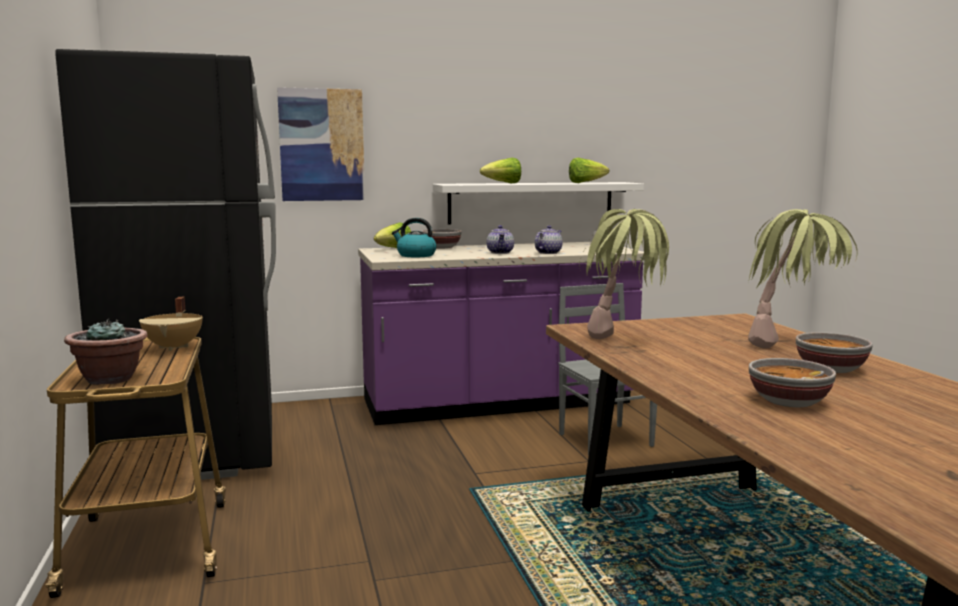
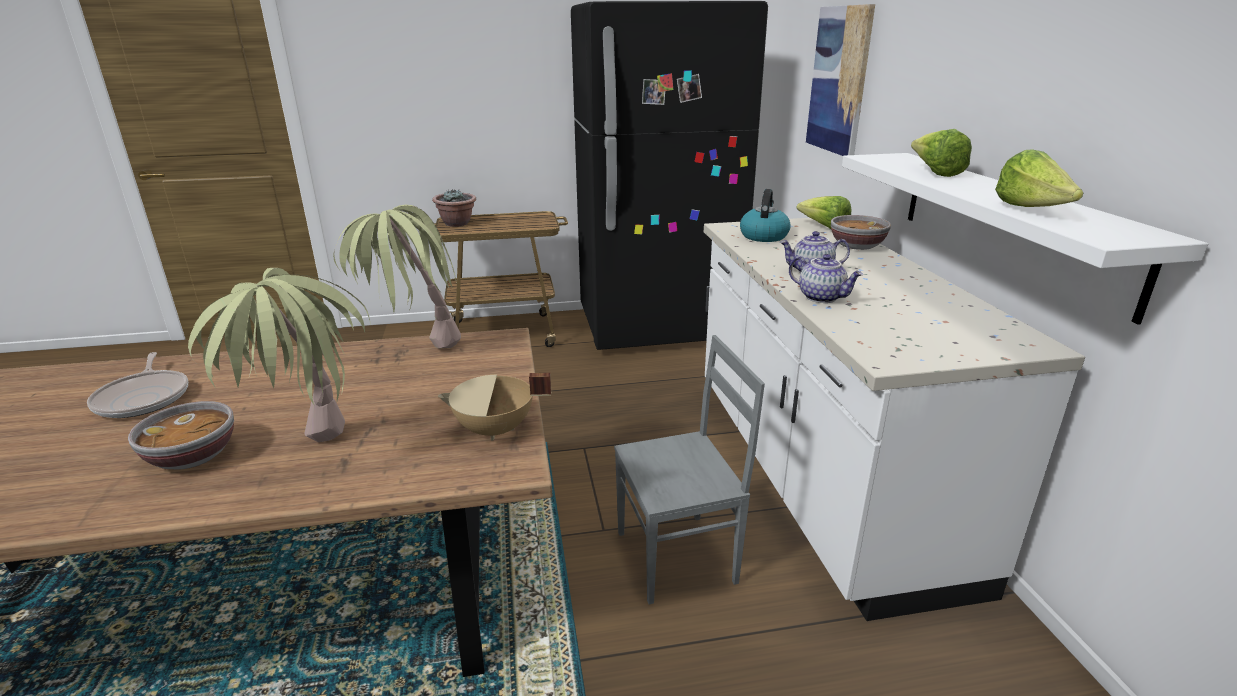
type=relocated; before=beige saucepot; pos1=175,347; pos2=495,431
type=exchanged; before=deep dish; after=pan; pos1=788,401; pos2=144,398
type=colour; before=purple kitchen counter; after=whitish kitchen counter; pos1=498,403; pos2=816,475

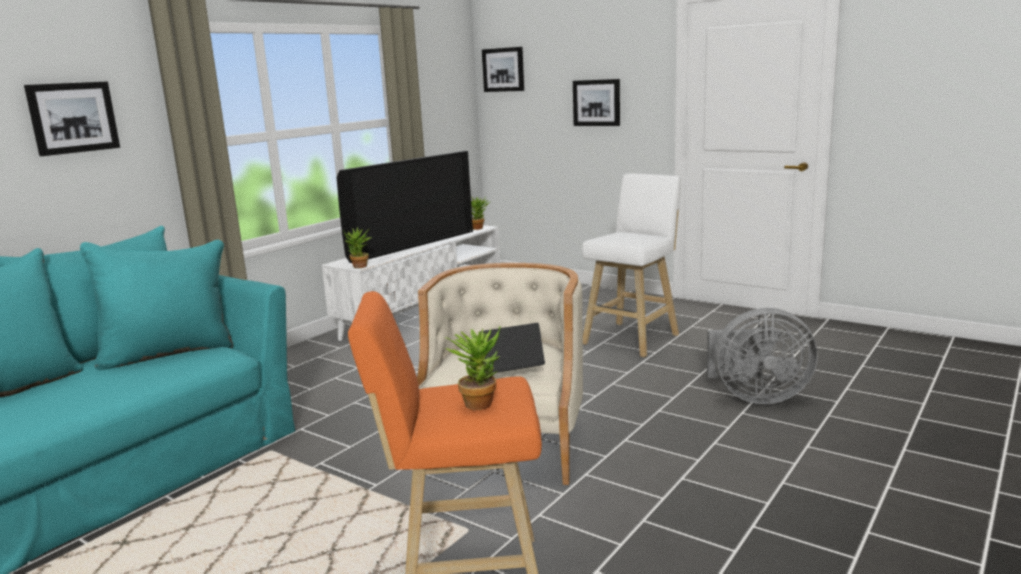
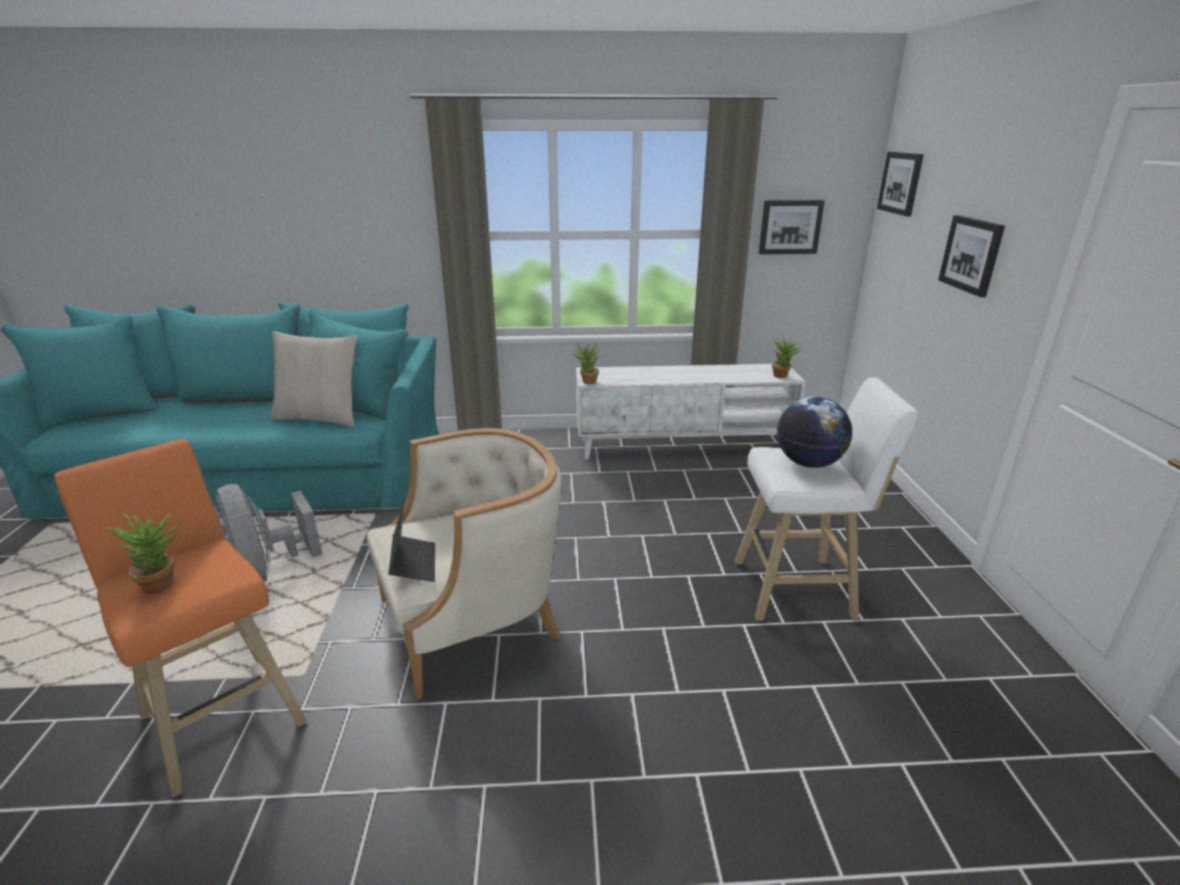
type=missing; before=TV set; pos1=411,245
type=appeared; after=beige pillow; pos2=320,417
type=appeared; after=globe; pos2=809,463
type=relocated; before=wall picture; pos1=73,117; pos2=790,227
type=relocated; before=grey fan; pos1=755,396; pos2=267,571
type=spun; before=laptop; pos1=510,375; pos2=413,564; turn=45

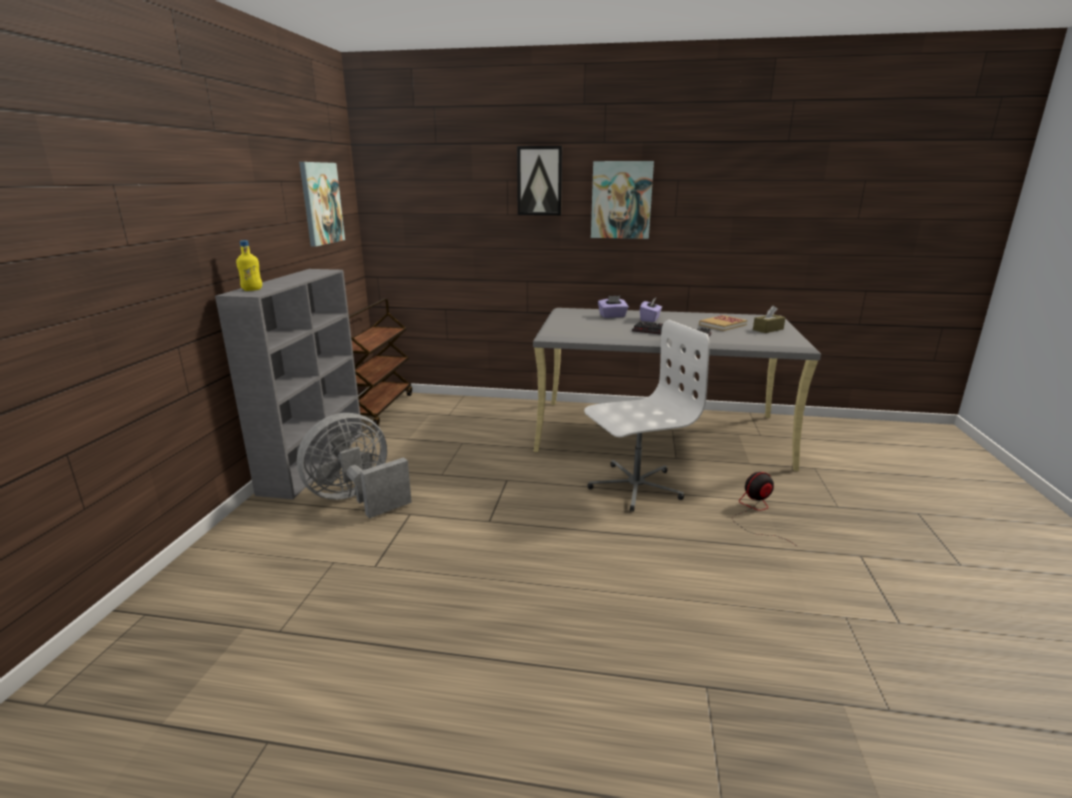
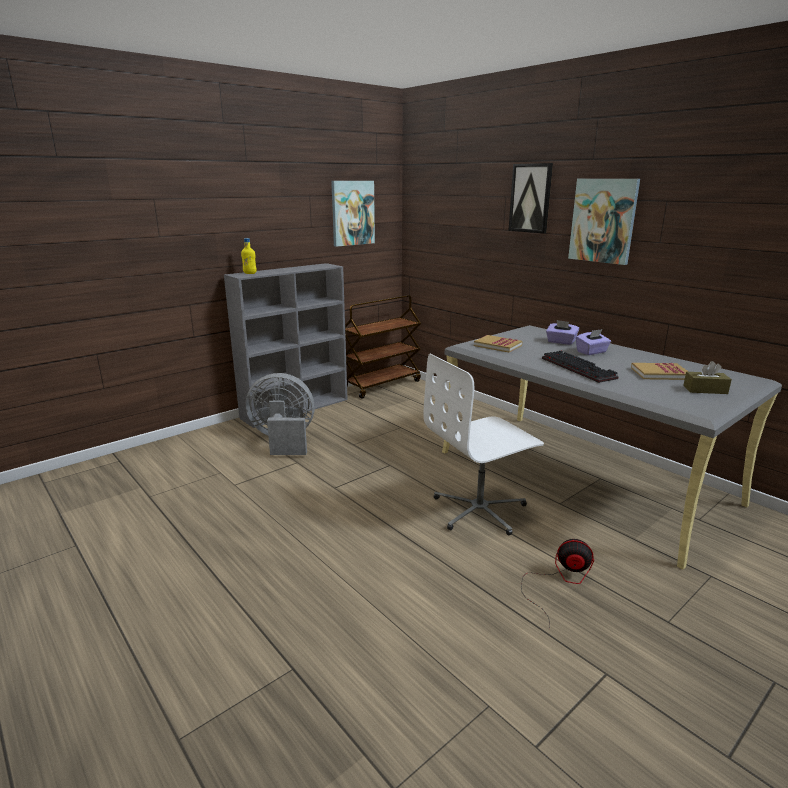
type=appeared; after=bound book; pos2=497,345
type=spun; before=whitish computer chair; pos1=634,486; pos2=480,510; turn=135

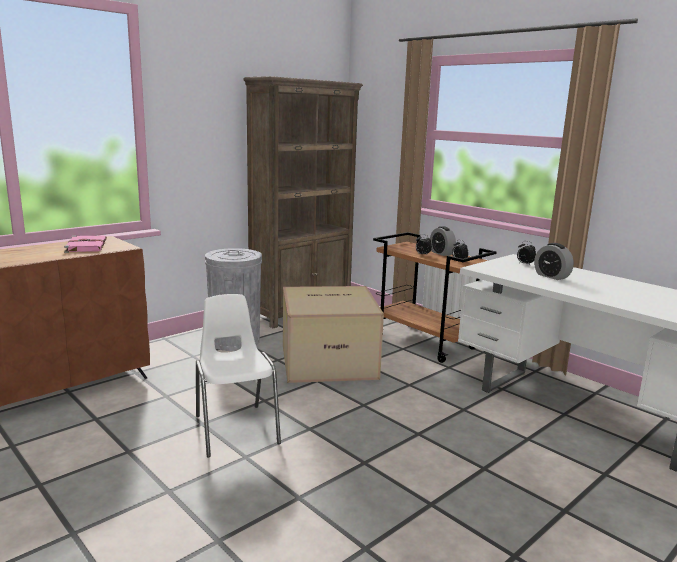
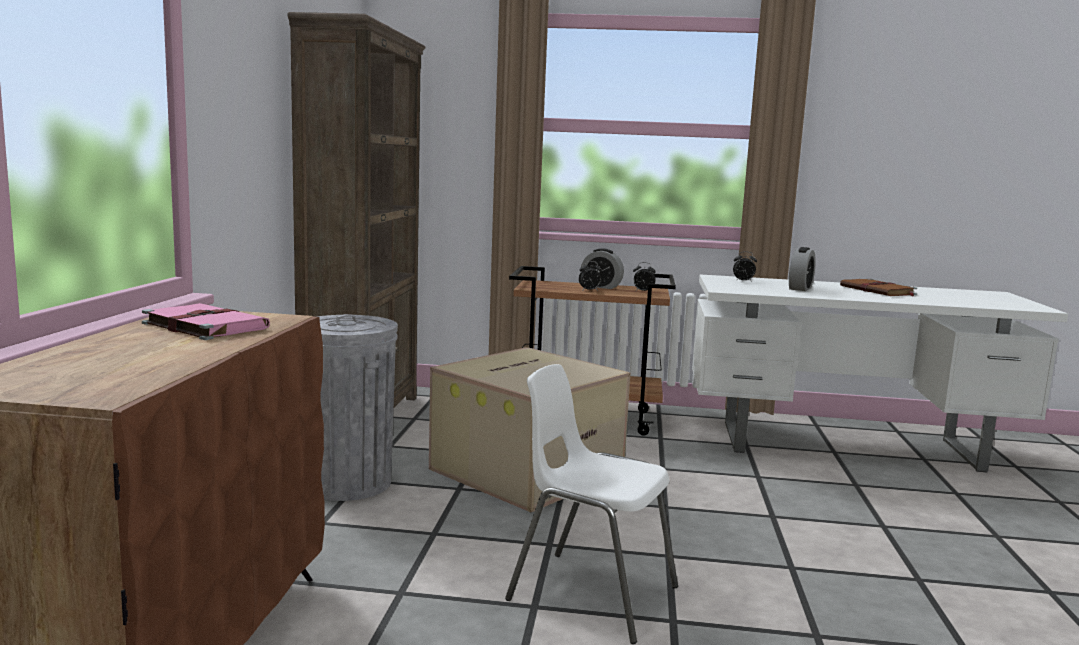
type=appeared; after=brown bound book; pos2=878,291
type=spun; before=table clock; pos1=551,276; pos2=800,288; turn=-75

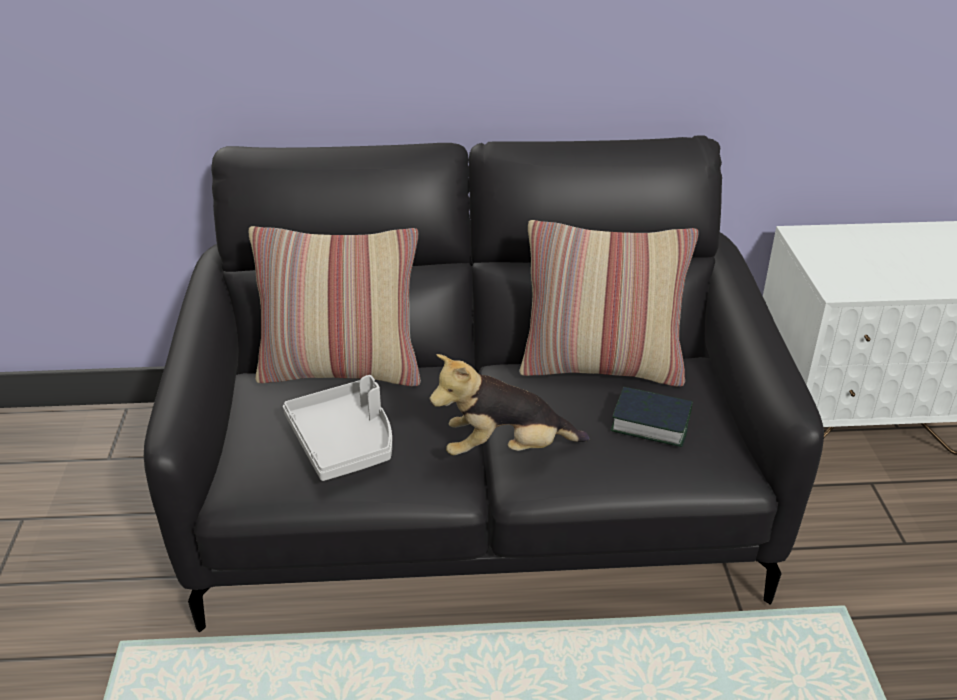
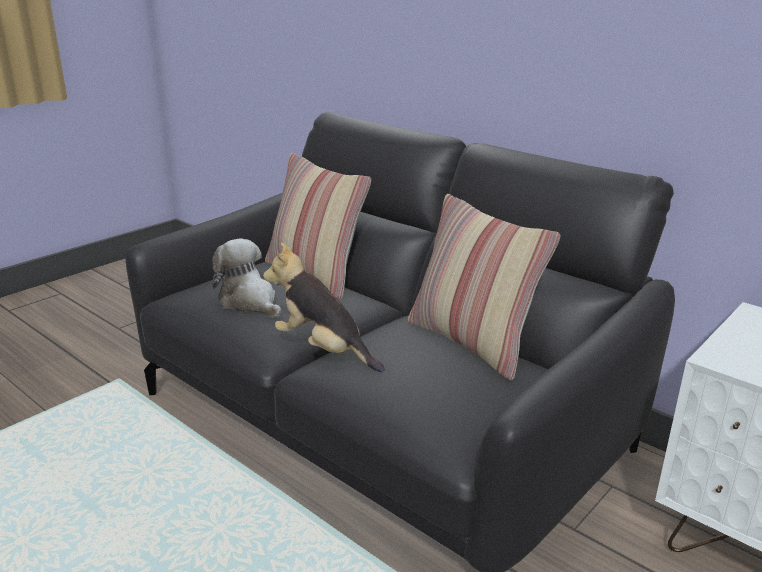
type=missing; before=bound book; pos1=650,423
type=exchanged; before=grey serving tray; after=plush toy; pos1=344,442; pos2=249,302

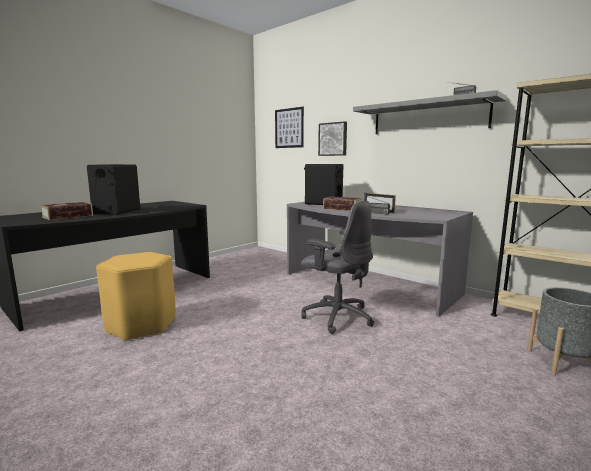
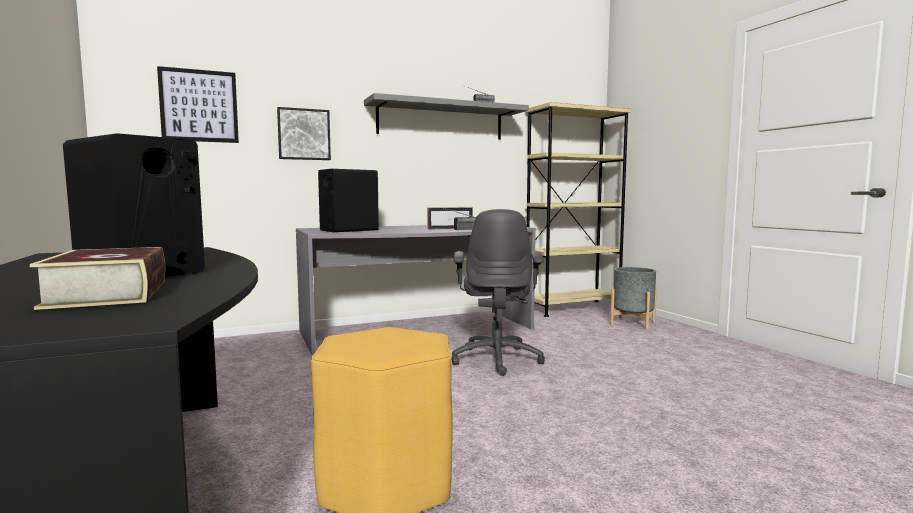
type=missing; before=bound book; pos1=342,208
type=spun; before=grey computer chair; pos1=337,317; pos2=497,359; turn=120

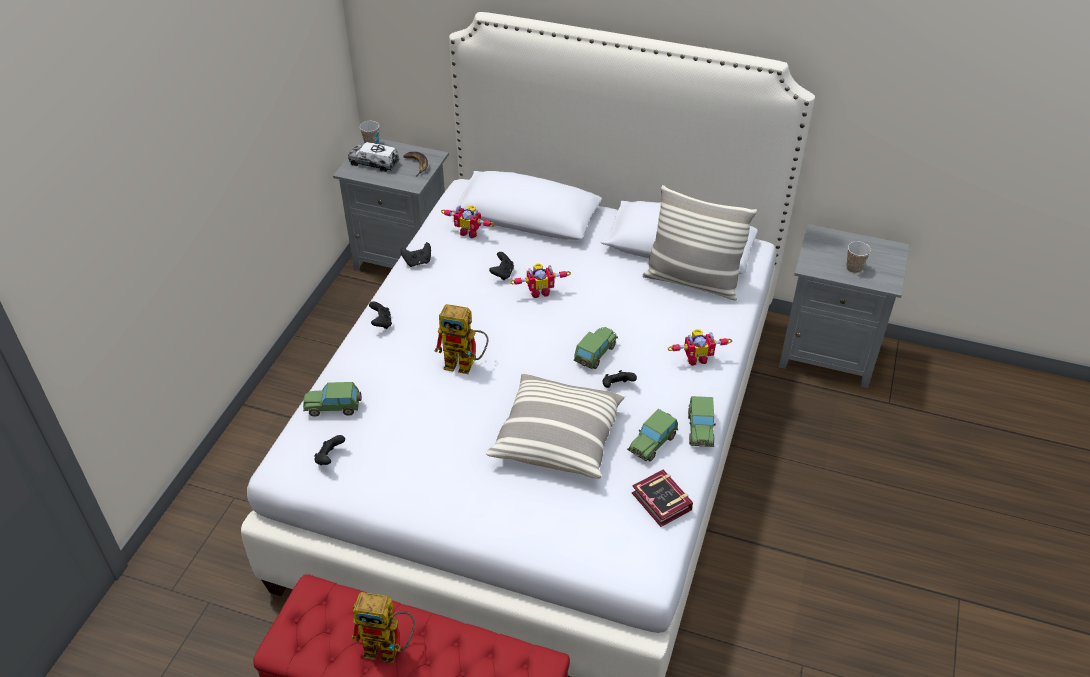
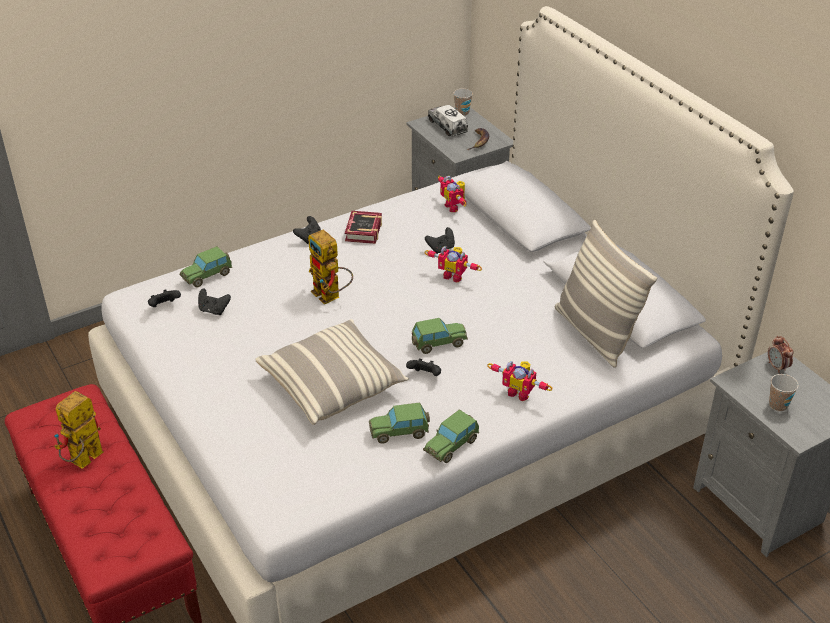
type=appeared; after=table clock; pos2=777,367
type=relocated; before=black-coloured game controller; pos1=418,262; pos2=213,310
type=relocated; before=bound book; pos1=661,504; pos2=362,232
type=spun; before=model car; pos1=334,407; pos2=207,275; turn=-75
type=spun; before=robot figure; pos1=390,648; pos2=83,462; turn=75

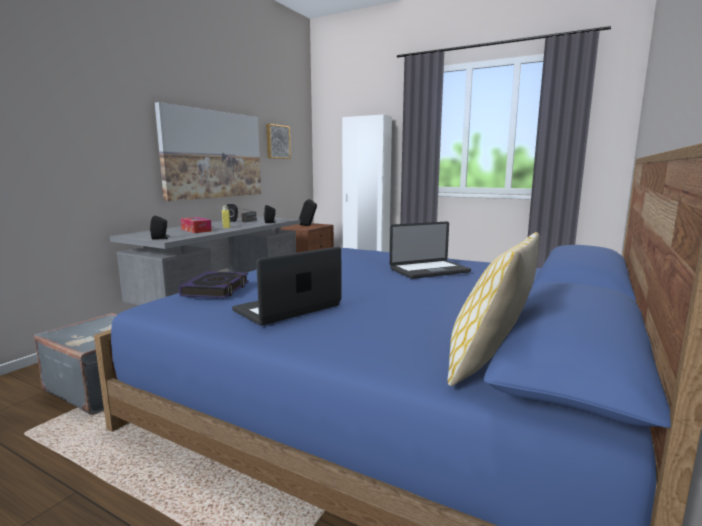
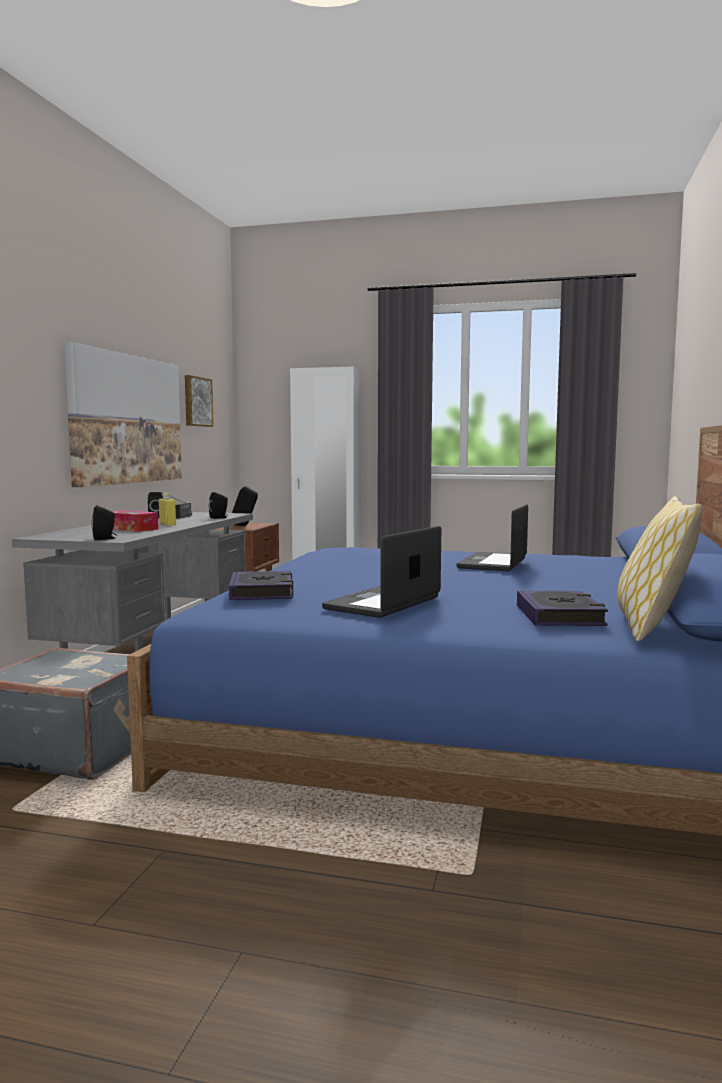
type=appeared; after=bound book; pos2=559,616
type=spun; before=laptop; pos1=429,271; pos2=493,563; turn=150

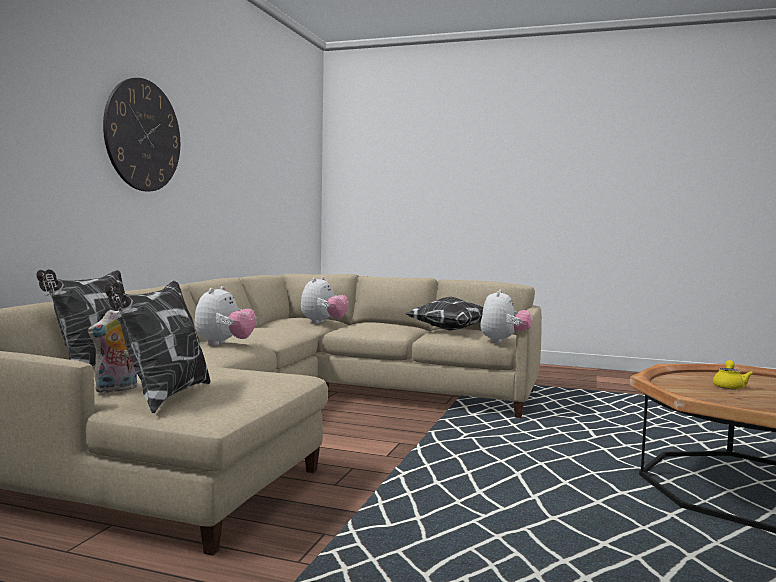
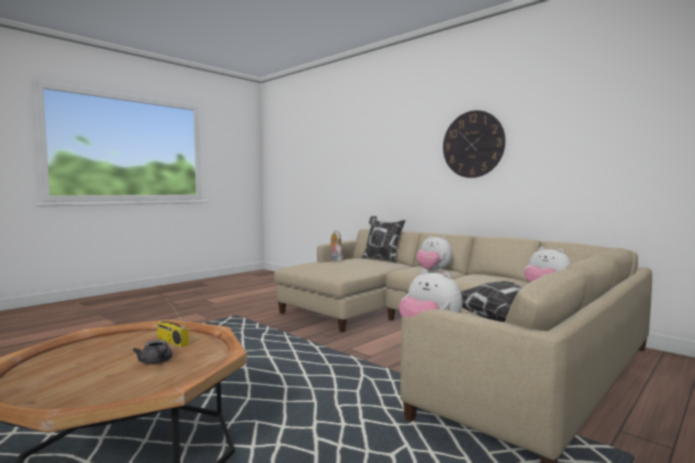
type=missing; before=pillow; pos1=163,397
type=appeared; after=radio set; pos2=171,341
type=colour; before=yellow pot for tea; after=grey pot for tea; pos1=729,386; pos2=156,362

